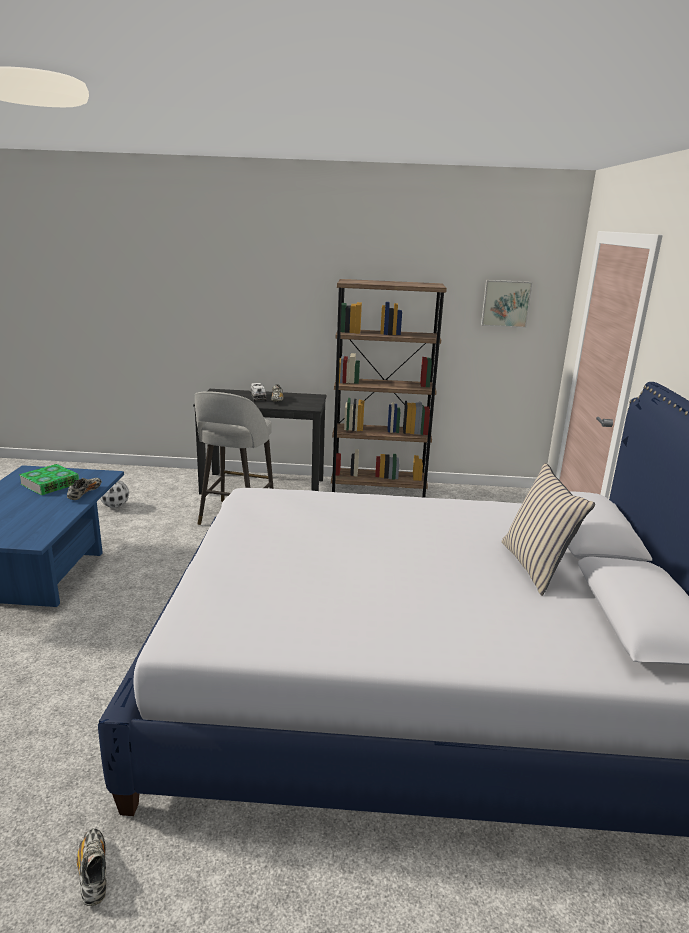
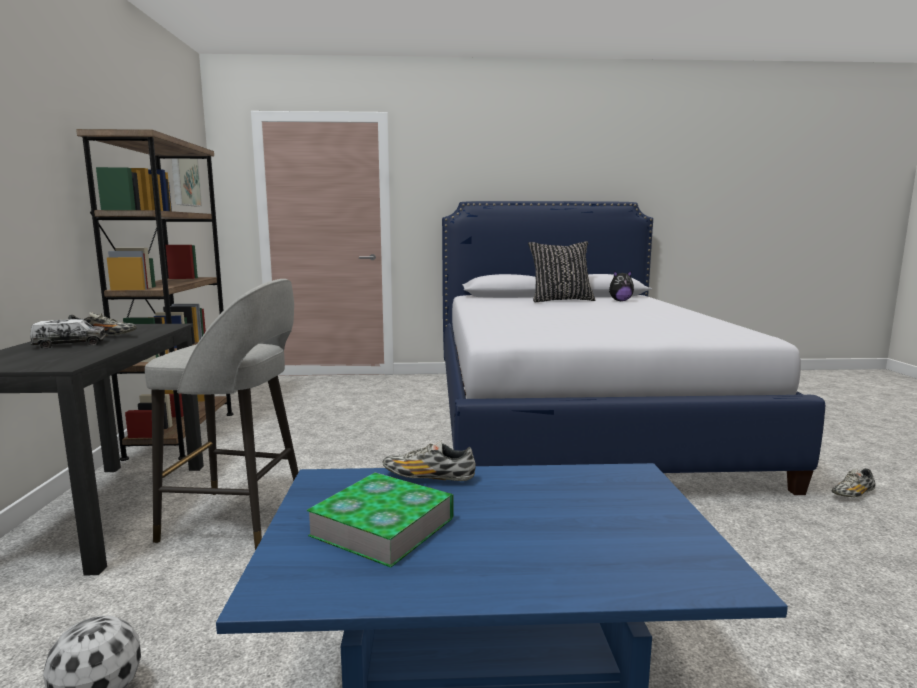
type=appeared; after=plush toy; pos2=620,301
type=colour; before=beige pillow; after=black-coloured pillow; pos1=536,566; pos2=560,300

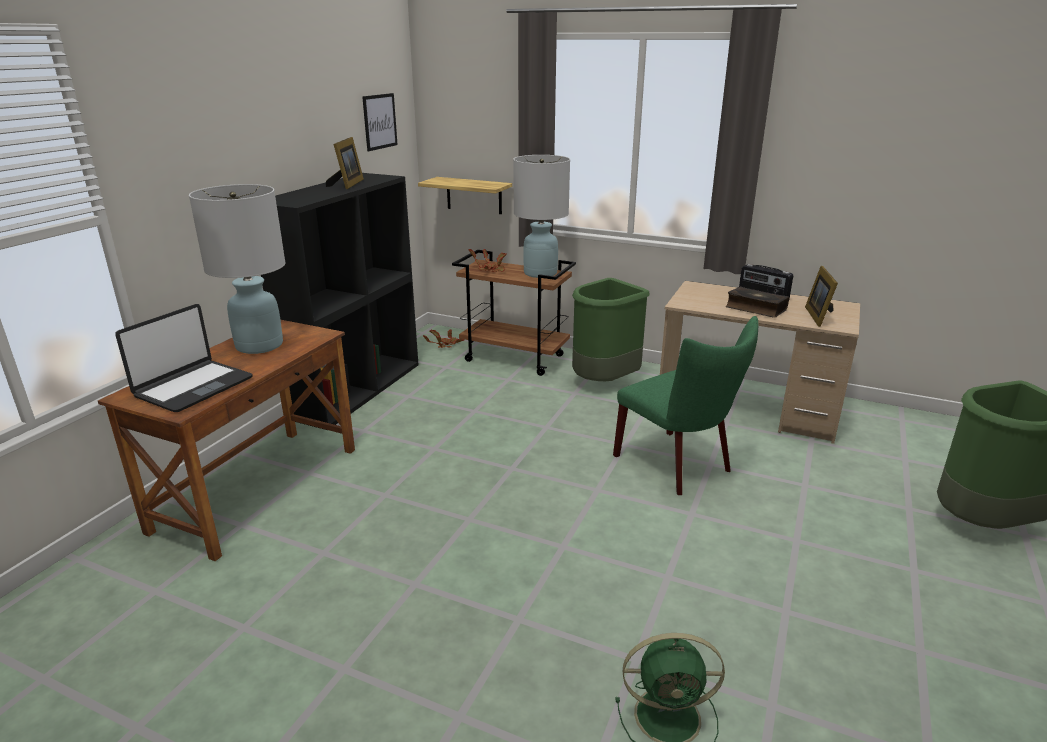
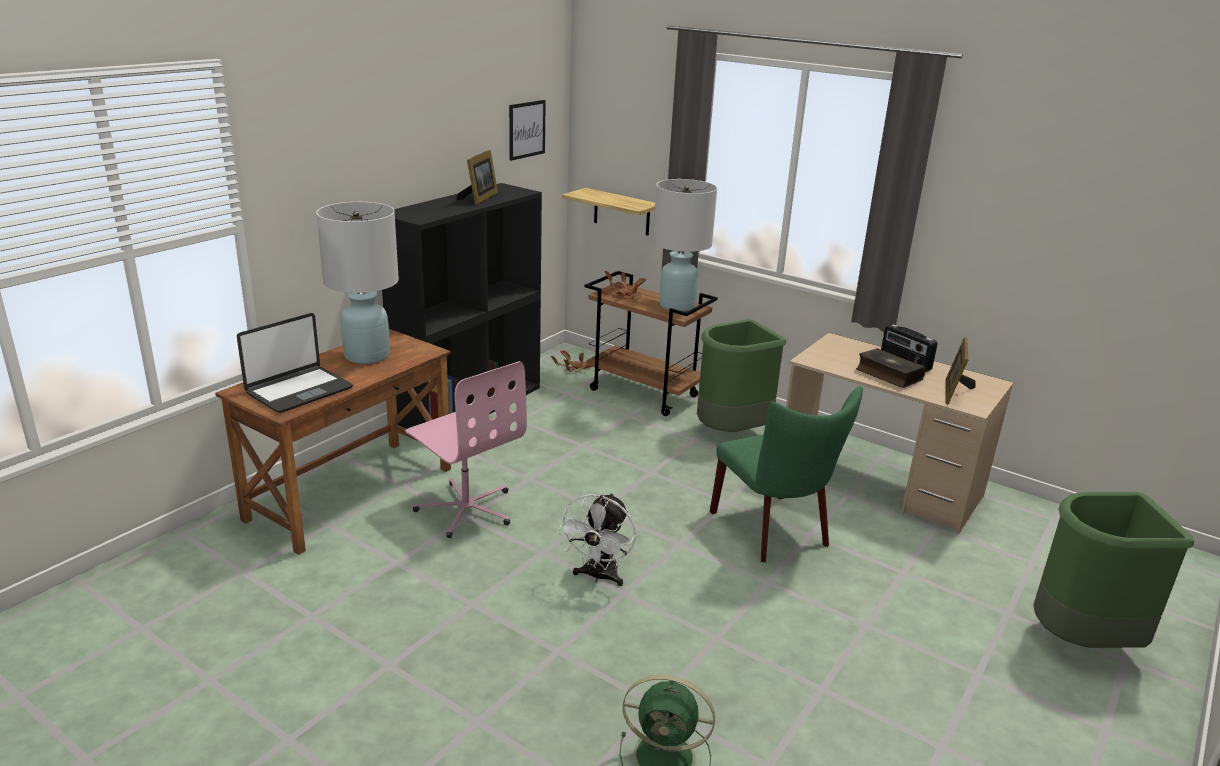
type=appeared; after=pink-coloured computer chair; pos2=466,509
type=appeared; after=whitish fan; pos2=598,577

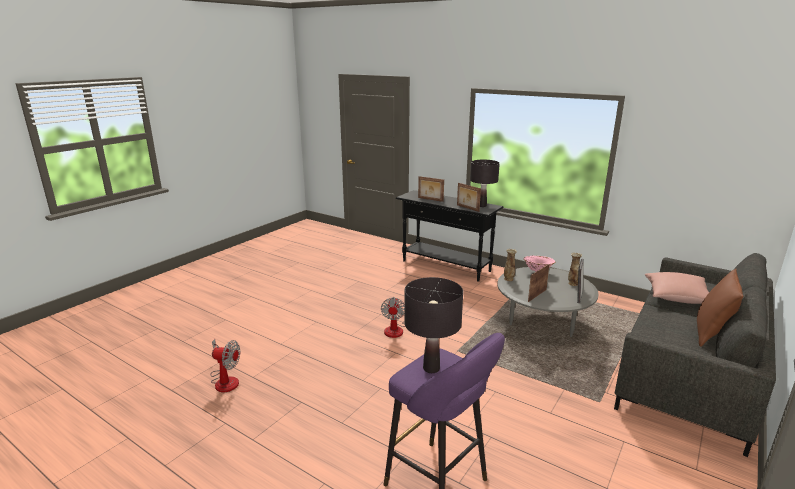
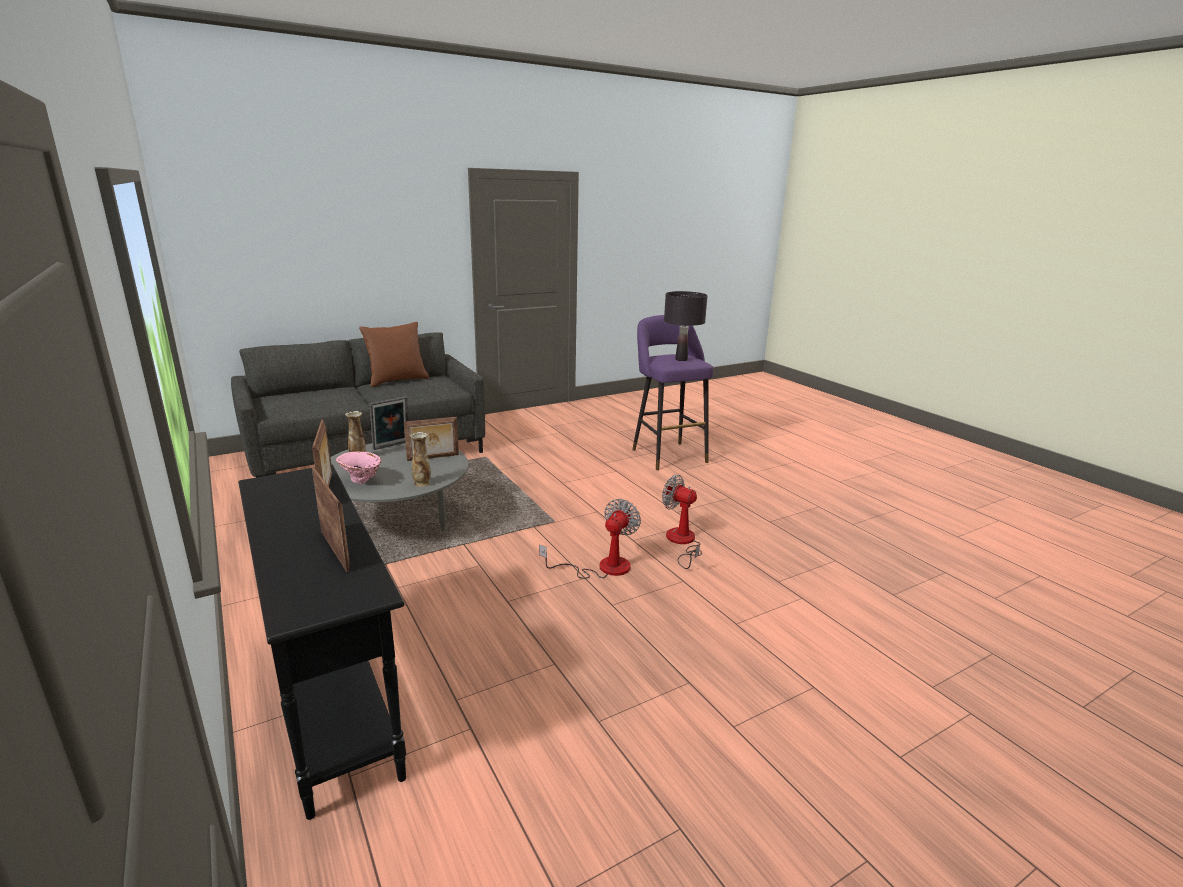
type=missing; before=black-coloured table lamp; pos1=482,206
type=missing; before=pink-coloured pillow; pos1=677,297
type=relocated; before=fan; pos1=225,380; pos2=682,542

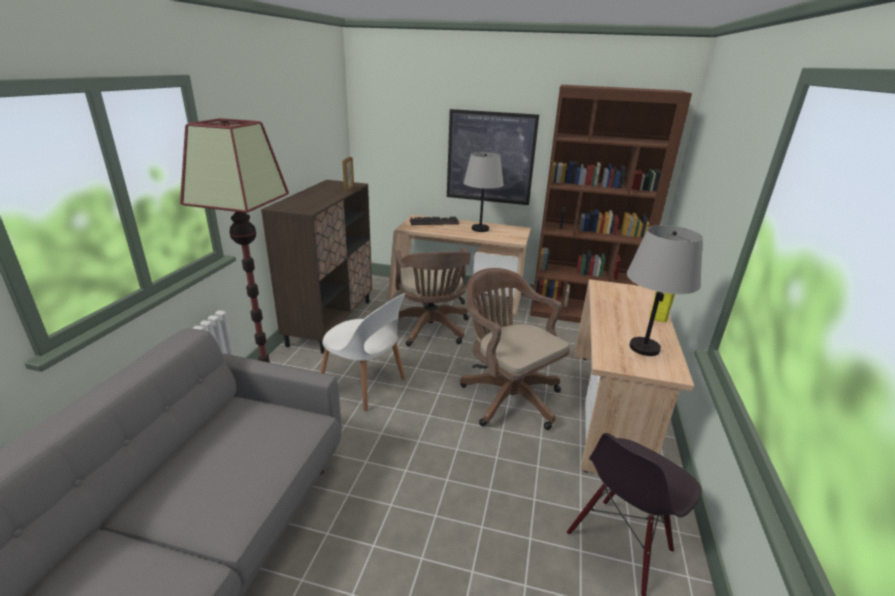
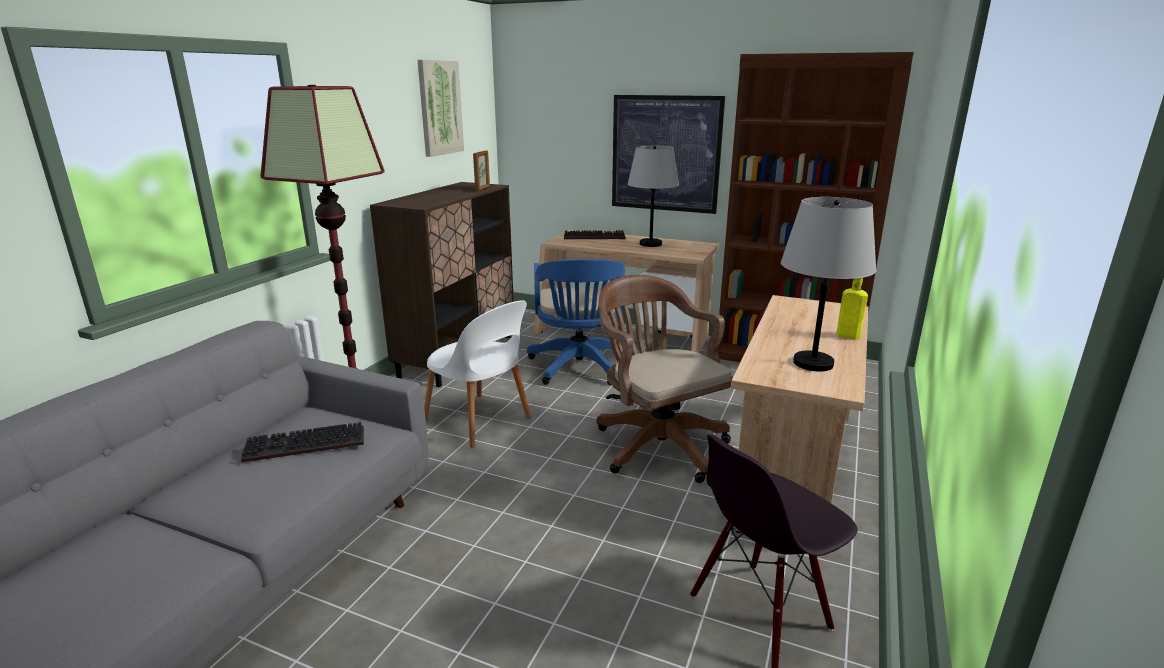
type=appeared; after=PC keyboard; pos2=303,446
type=appeared; after=wall picture; pos2=440,108
type=colour; before=brown computer chair; after=blue-coloured computer chair; pos1=431,329; pos2=579,368

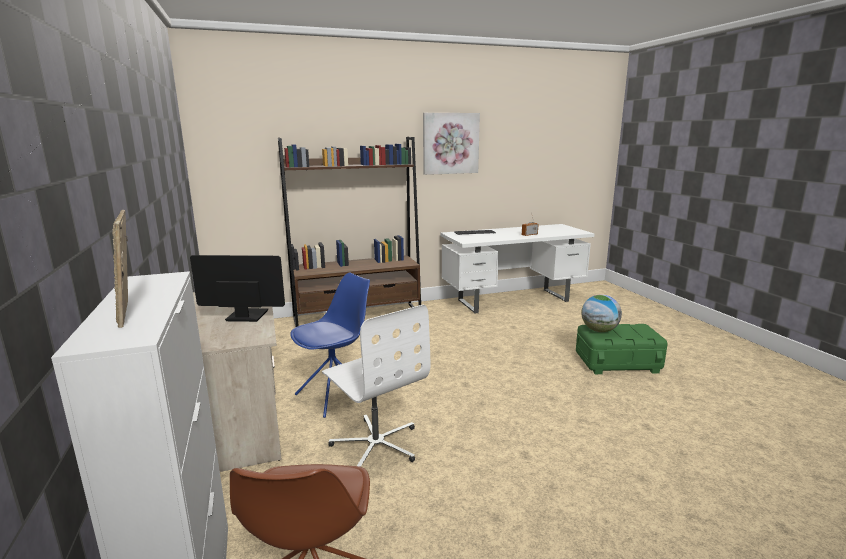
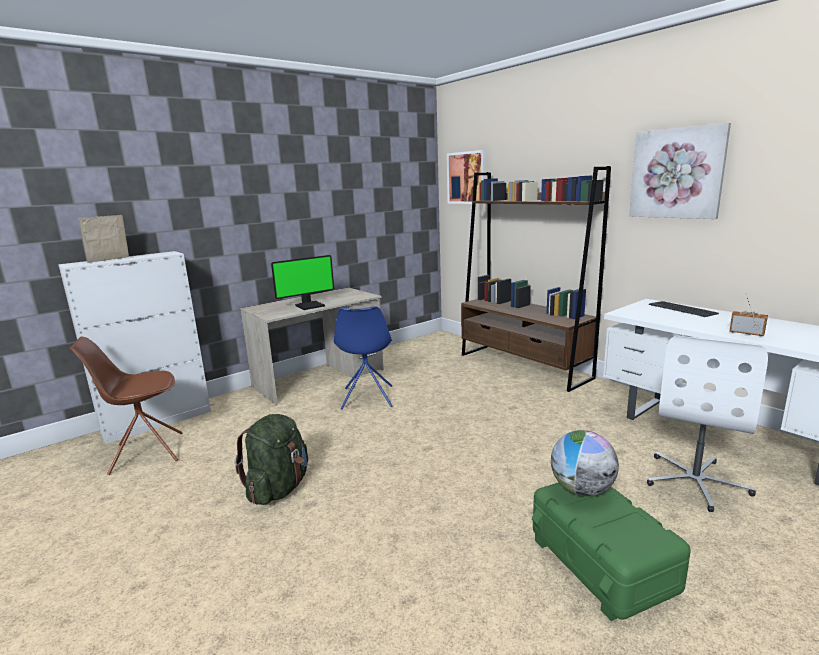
type=appeared; after=greenish rucksack; pos2=279,488
type=appeared; after=wall picture; pos2=466,178
type=relocated; before=whitish computer chair; pos1=376,444; pos2=696,481
type=spun; before=monitor; pos1=246,316; pos2=309,305; turn=75
type=spun; before=blue-coloured upright chair; pos1=336,395; pos2=367,398; turn=60

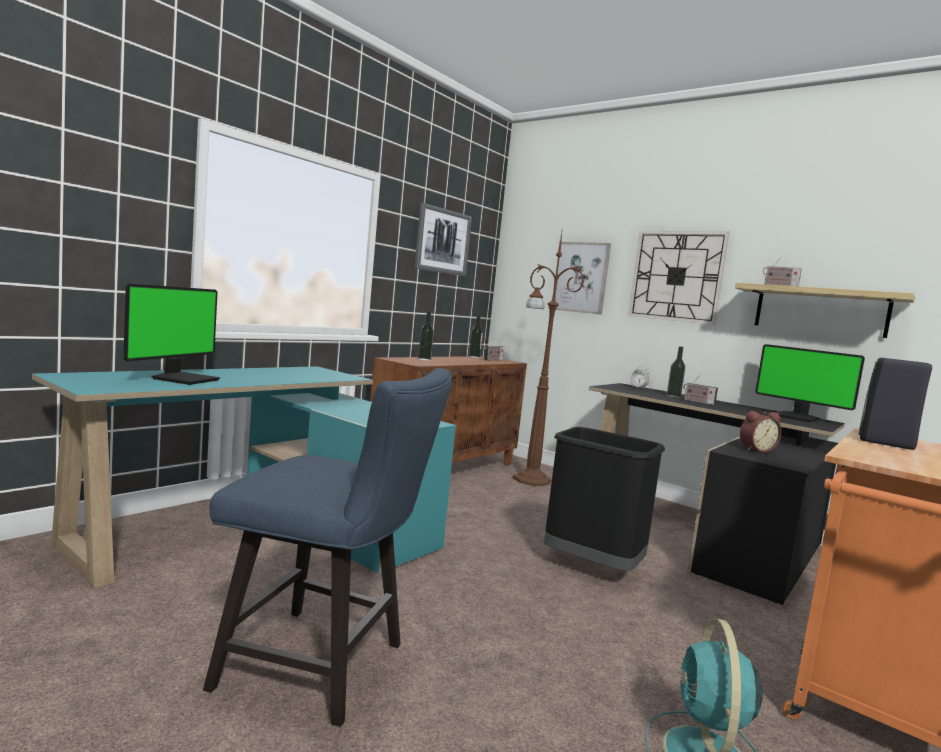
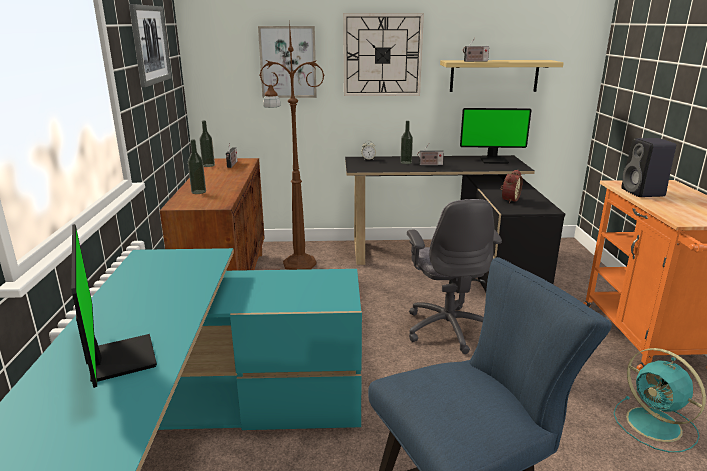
type=exchanged; before=black-coloured rubbish bin; after=grey computer chair; pos1=591,567; pos2=447,328

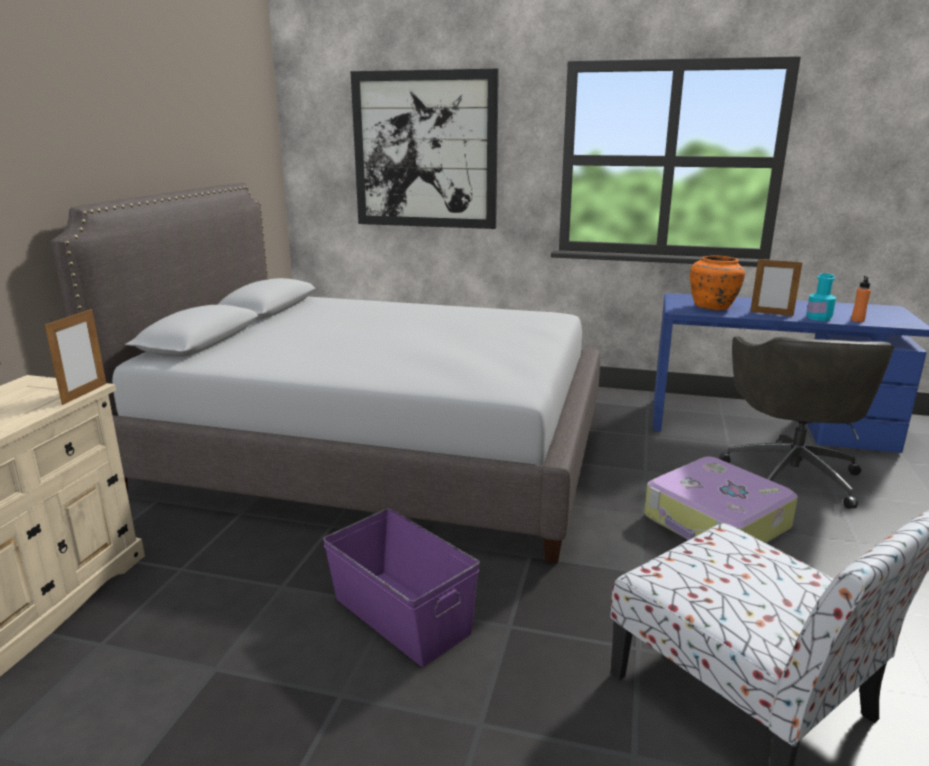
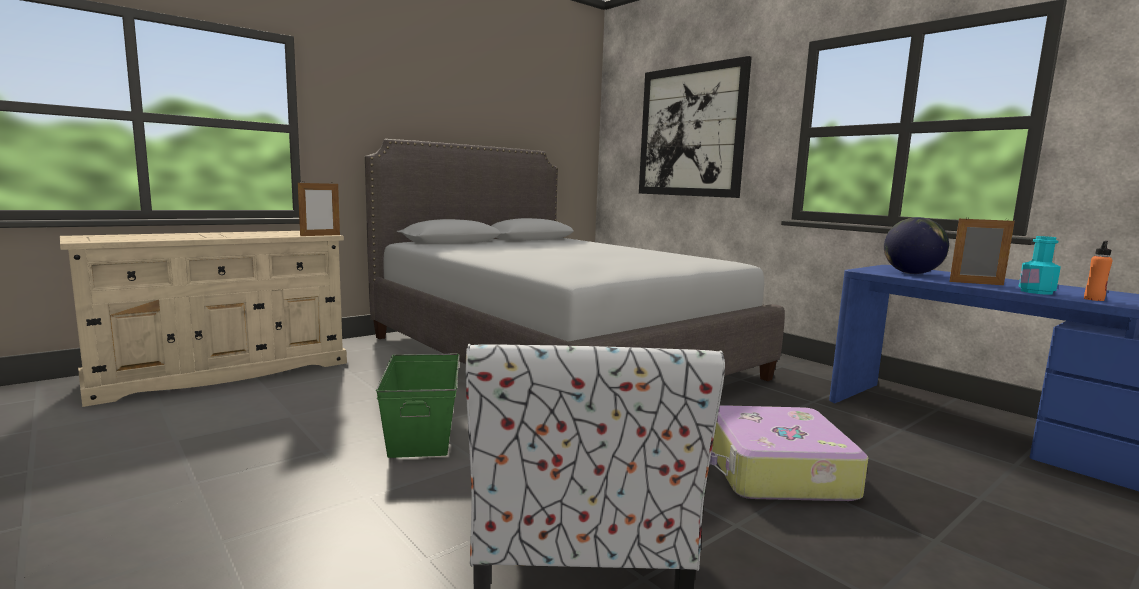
type=missing; before=grey computer chair; pos1=791,474
type=exchanged; before=orange-coloured flower vase; after=globe; pos1=713,307; pos2=911,273
type=colour; before=purple storage bin; after=greenish storage bin; pos1=401,614; pos2=423,431
type=spun; before=standing frame; pos1=771,313; pos2=976,283; turn=135

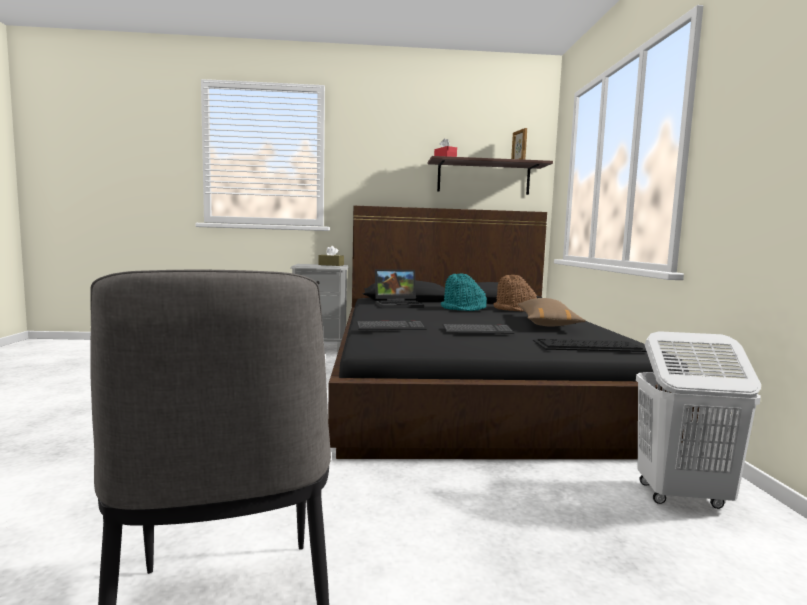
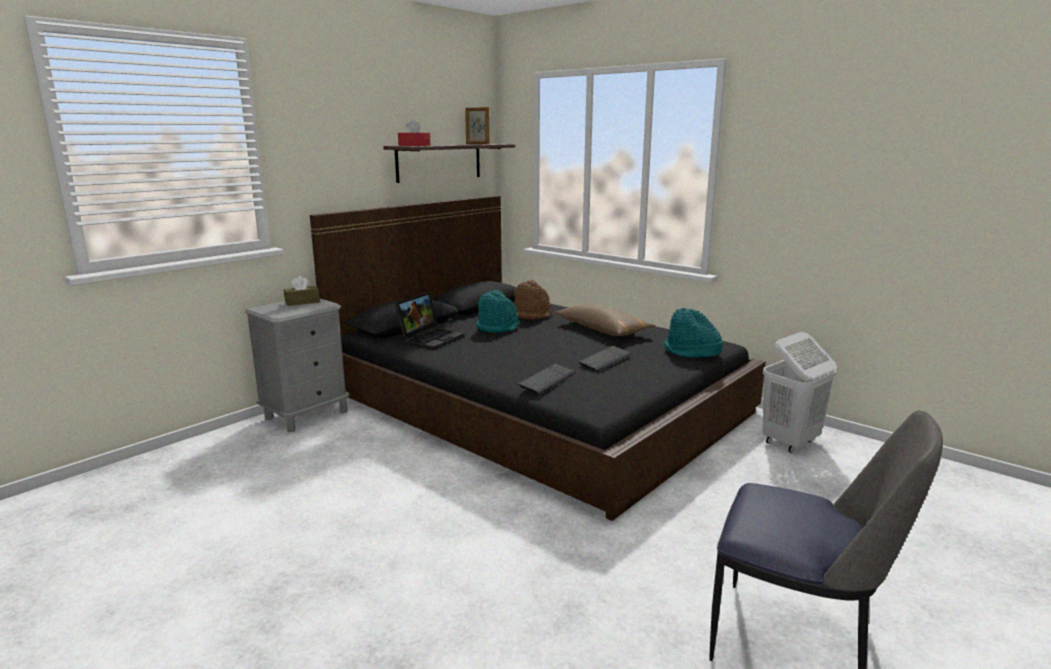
type=exchanged; before=PC keyboard; after=blue-green hat; pos1=587,346; pos2=691,352

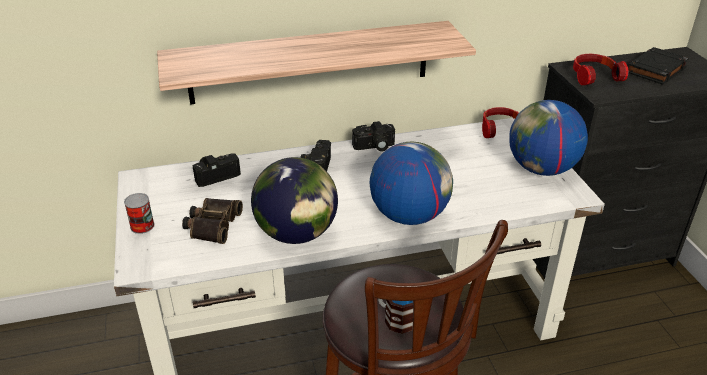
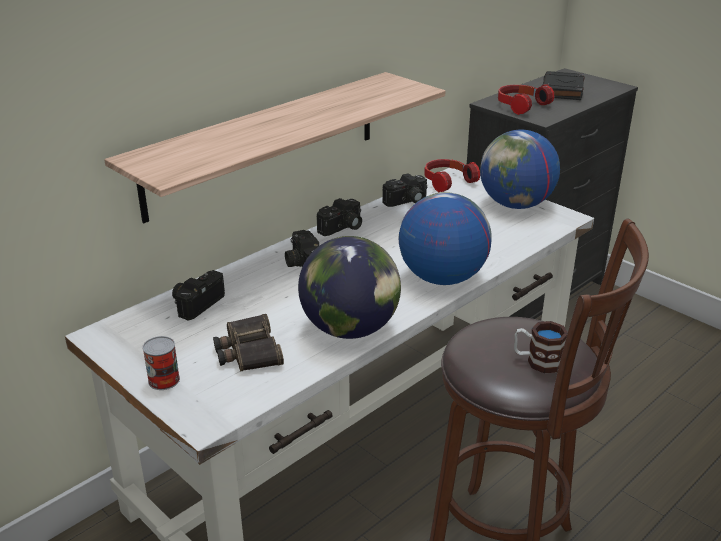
type=appeared; after=still camera; pos2=407,202

